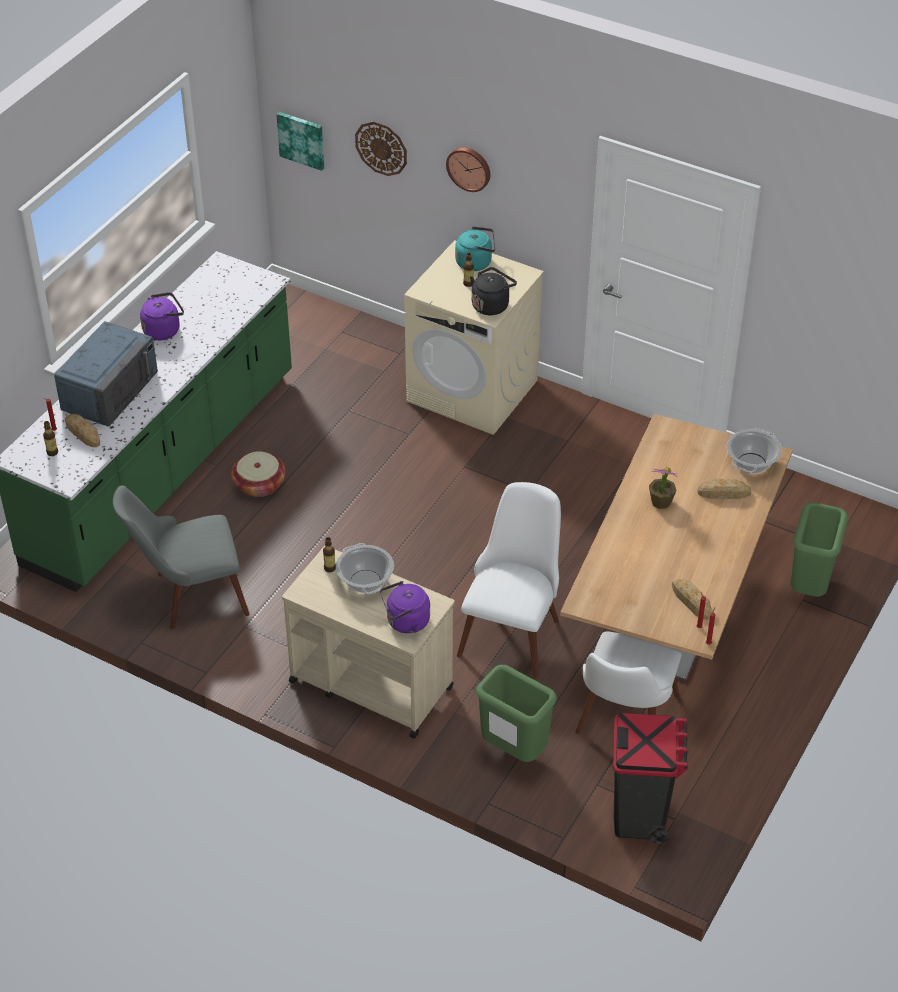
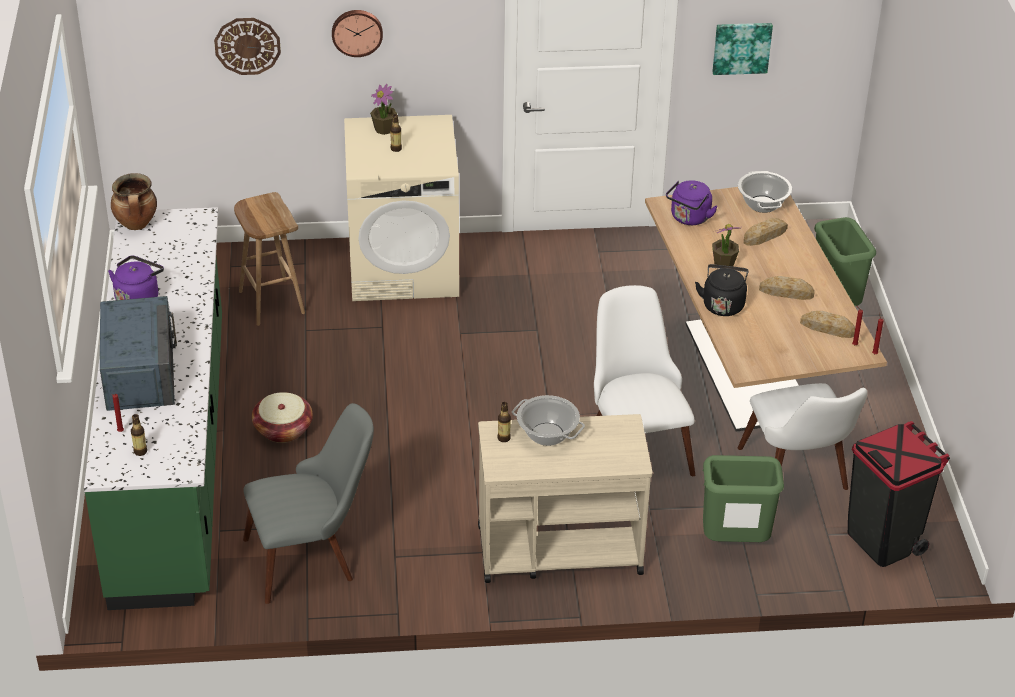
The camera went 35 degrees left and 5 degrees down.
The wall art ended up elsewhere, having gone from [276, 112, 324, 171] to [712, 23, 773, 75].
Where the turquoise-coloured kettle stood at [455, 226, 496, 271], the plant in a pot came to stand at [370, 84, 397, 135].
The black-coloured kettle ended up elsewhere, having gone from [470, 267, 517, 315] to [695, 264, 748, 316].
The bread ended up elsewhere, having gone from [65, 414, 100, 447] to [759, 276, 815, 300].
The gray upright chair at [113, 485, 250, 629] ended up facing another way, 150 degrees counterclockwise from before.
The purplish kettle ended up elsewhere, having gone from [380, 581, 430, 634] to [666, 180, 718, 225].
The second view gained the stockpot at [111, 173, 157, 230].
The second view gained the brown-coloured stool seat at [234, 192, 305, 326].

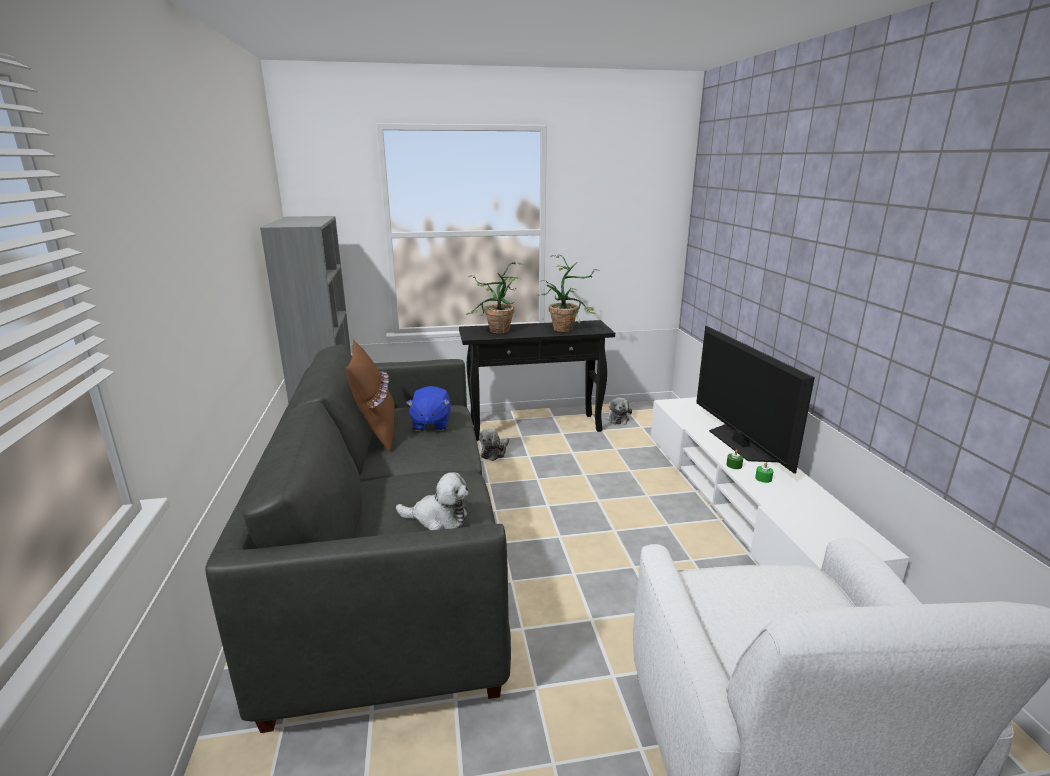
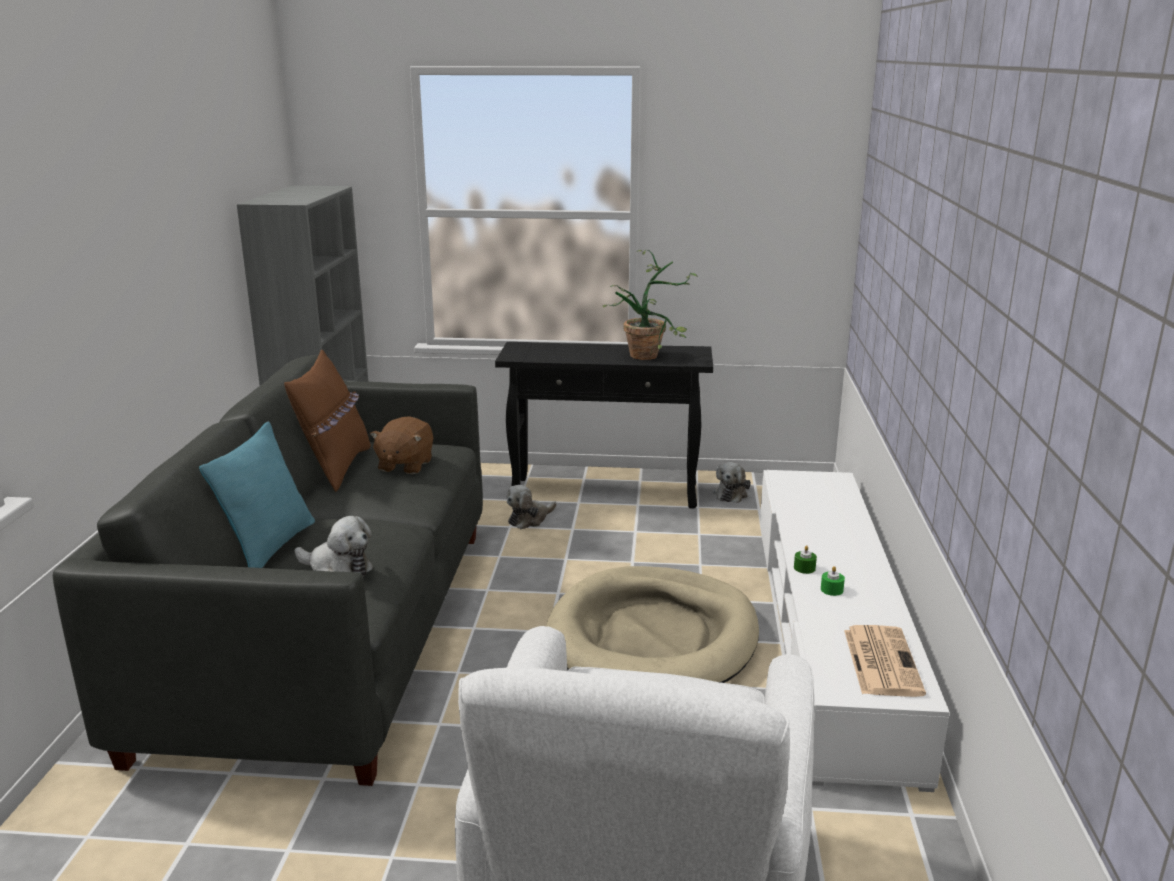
The camera went 15 degrees right and 0 degrees up.
The second view lost the plant in a pot at [466, 262, 522, 333].
The second view lost the TV at [696, 326, 815, 474].
What was the bluish plush toy at [406, 386, 451, 431] turned into the brown-coloured plush toy at [370, 416, 433, 474].
The second view gained the turquoise-coloured pillow at [199, 421, 315, 568].
The second view gained the beige-coloured dog bed at [546, 566, 759, 683].
The second view gained the newspaper at [844, 625, 926, 697].

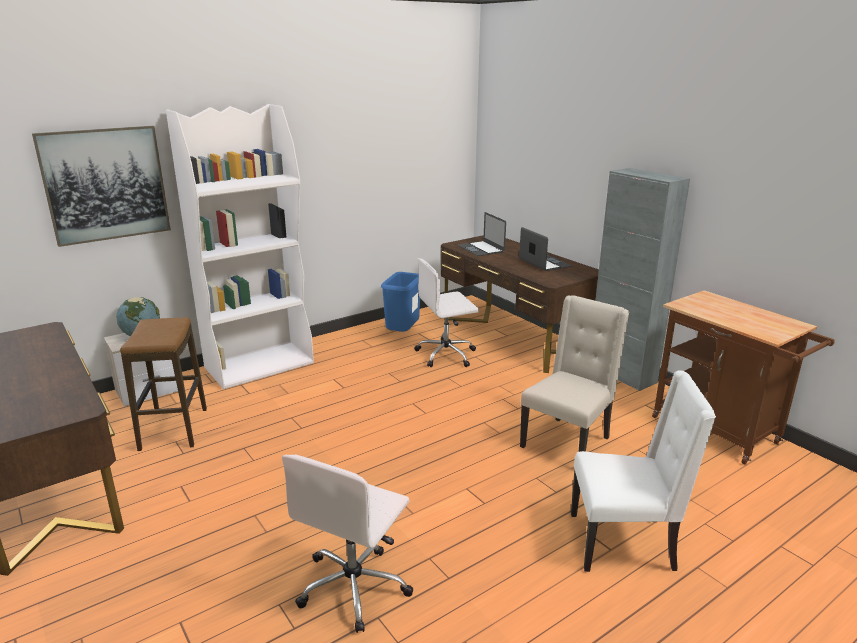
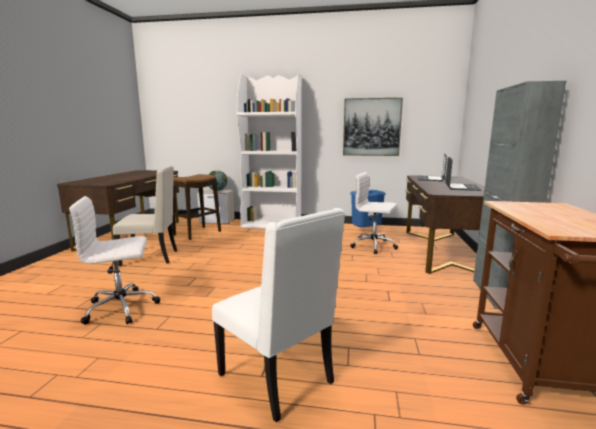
The camera went 45 degrees right and 10 degrees down.
The wall art ended up elsewhere, having gone from [32, 126, 171, 247] to [343, 98, 403, 156].
The beige-coloured upright chair ended up elsewhere, having gone from [520, 295, 629, 452] to [113, 166, 177, 266].

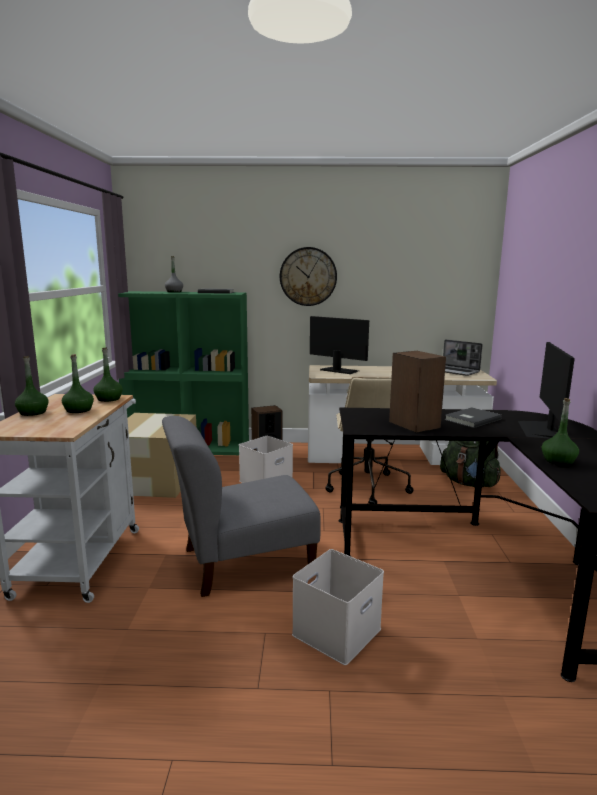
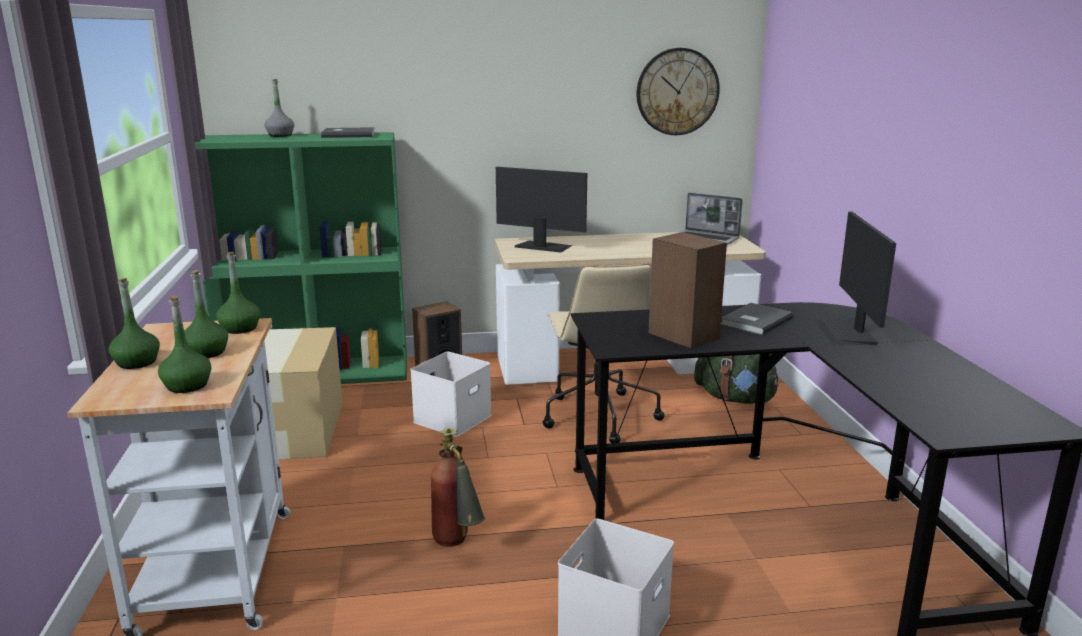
The camera went 10 degrees left and 5 degrees up.
The hanging clock ended up elsewhere, having gone from [280, 247, 337, 306] to [636, 48, 720, 135].
The green beverage bottle ended up elsewhere, having gone from [541, 398, 579, 465] to [158, 295, 211, 393].
Where the gray upright chair stood at [162, 416, 321, 597], the fire-fighting cylinder came to stand at [431, 428, 485, 547].

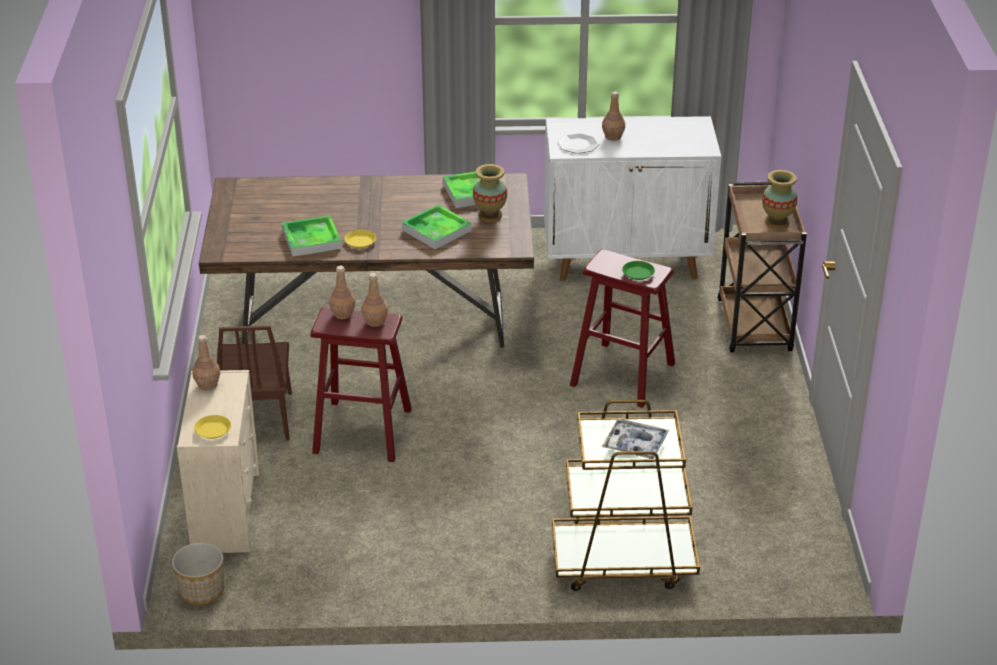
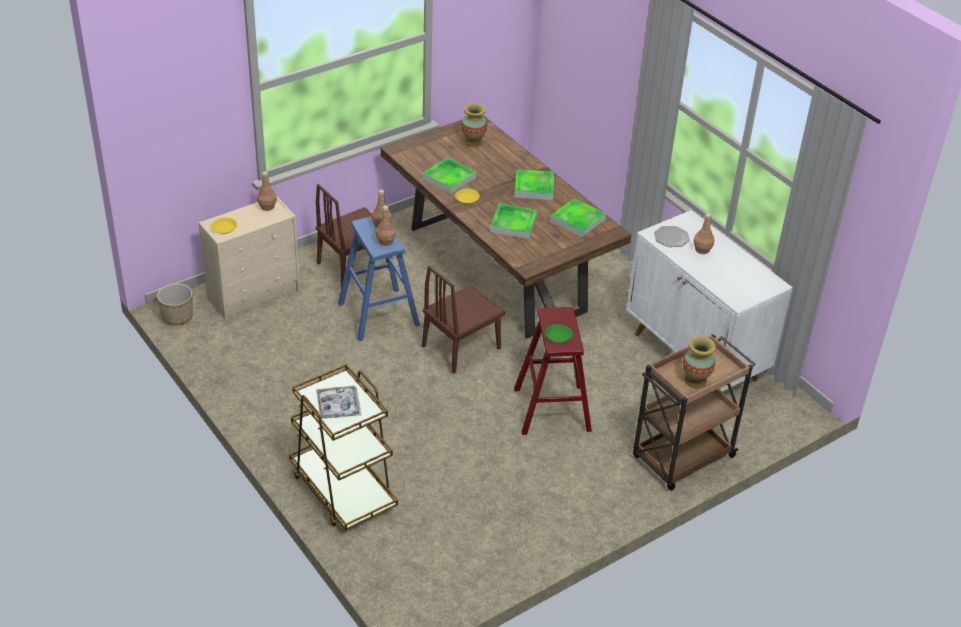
The camera went 55 degrees right and 5 degrees up.
The flower vase ended up elsewhere, having gone from [473, 164, 507, 222] to [461, 103, 487, 147].
What was the red stool seat at [311, 307, 412, 462] turned into the bluish stool seat at [338, 216, 420, 341].
The second view gained the serving tray at [515, 169, 554, 200].
The second view gained the brown-coloured upright chair at [422, 265, 505, 374].

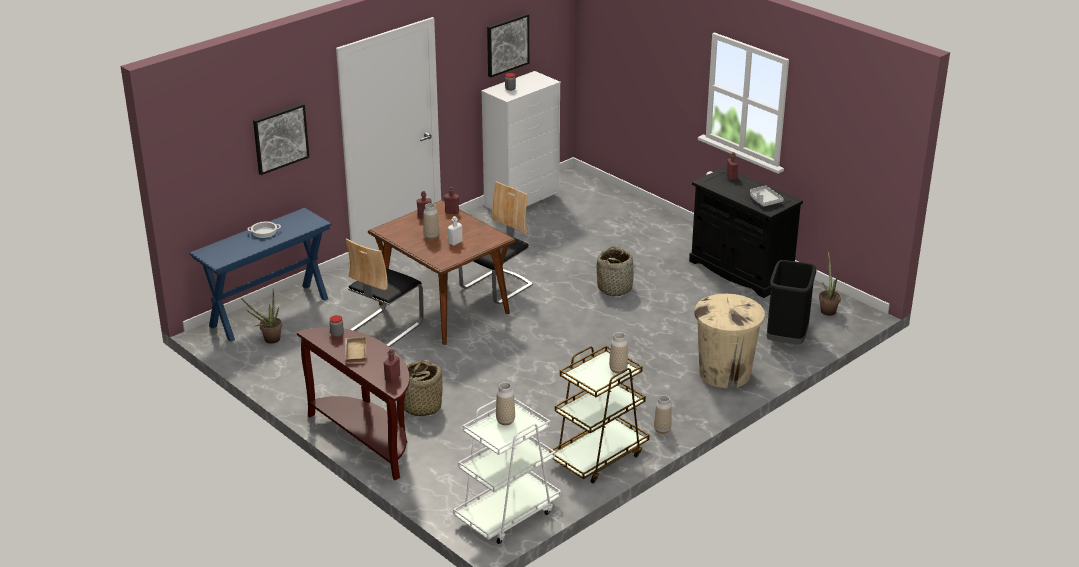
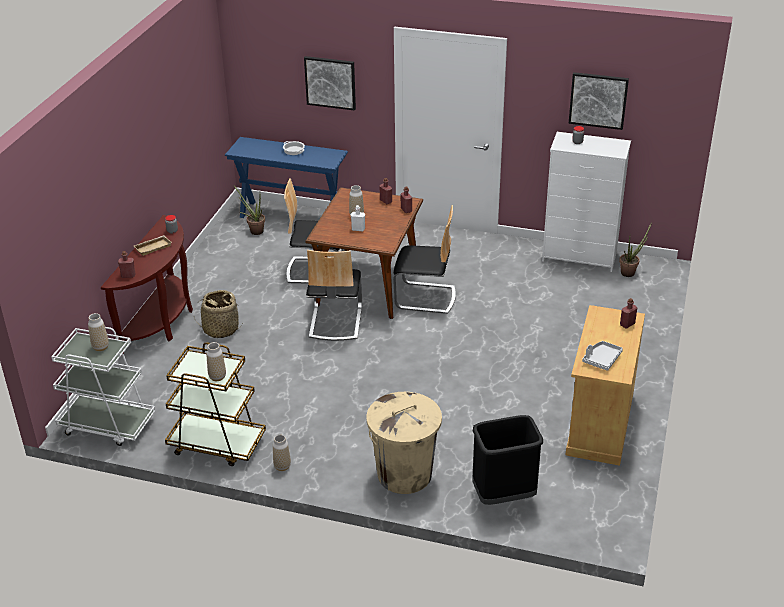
The camera went 60 degrees right and 5 degrees up.
What was the black-coloured storage cabinet at [689, 167, 803, 298] turned into the beige-coloured storage cabinet at [566, 305, 645, 466].
The second view lost the storage basket at [597, 247, 634, 296].
The plant in a pot ended up elsewhere, having gone from [819, 251, 841, 316] to [619, 224, 651, 277].
The second view gained the upright chair at [306, 250, 362, 341].

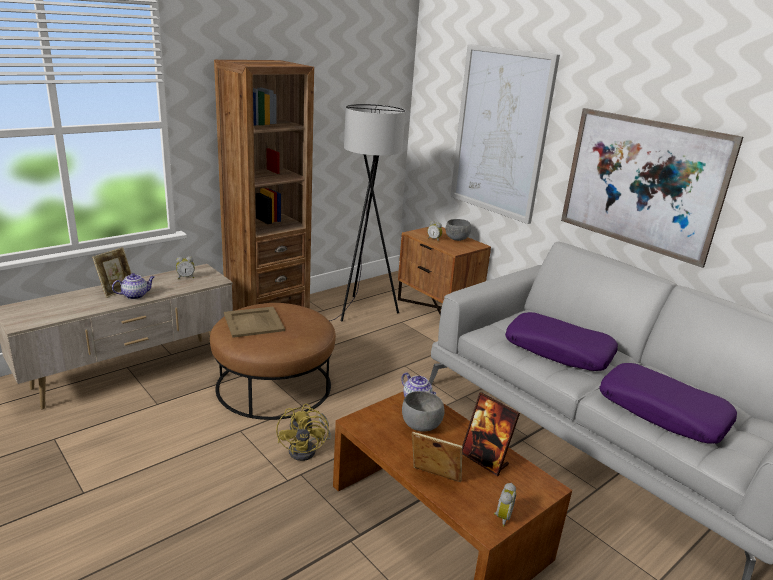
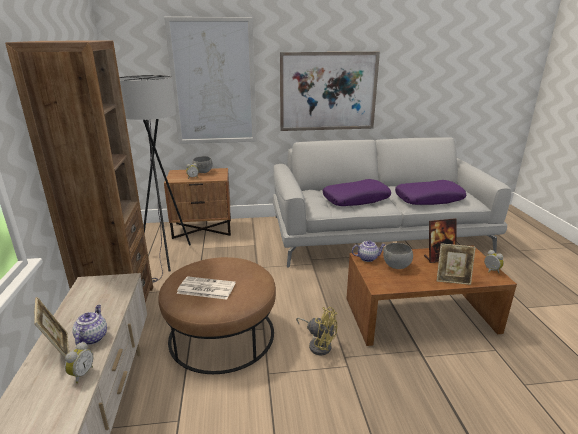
The camera went 55 degrees left and 0 degrees up.
The alarm clock ended up elsewhere, having gone from [176, 256, 195, 279] to [65, 342, 93, 383].
Where the beige-coloured serving tray stood at [224, 307, 285, 338], the newspaper came to stand at [176, 276, 236, 300].
The photo frame at [412, 432, 462, 482] ended up facing another way, 135 degrees counterclockwise from before.

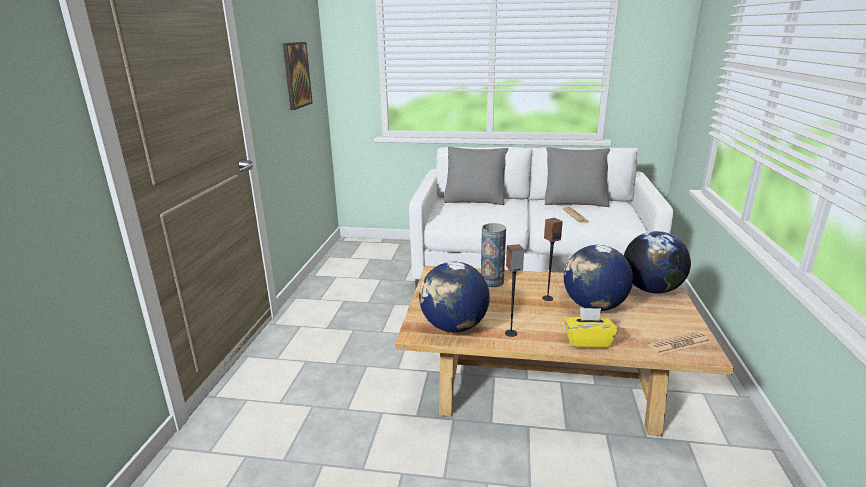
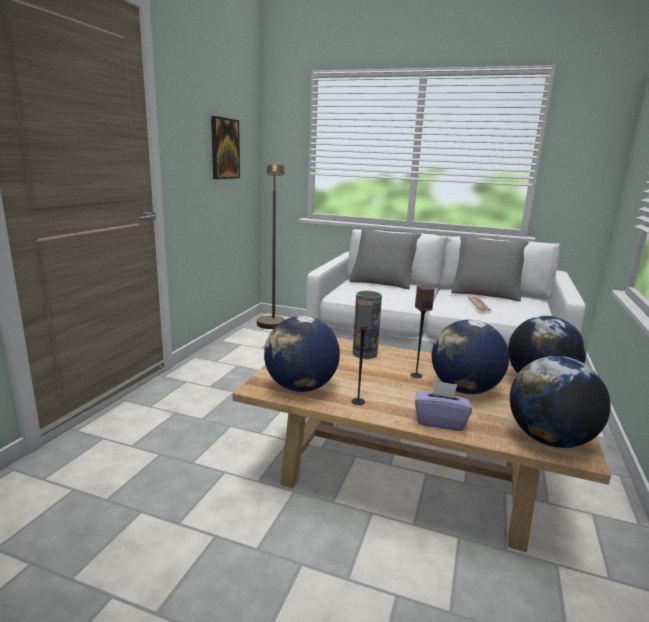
The camera went 10 degrees right and 5 degrees down.
What was the yellow-coloured box of tissues at [564, 308, 618, 348] turned into the purplish box of tissues at [415, 380, 472, 431].
Where the newspaper stood at [648, 332, 710, 355], the globe came to stand at [510, 356, 611, 448].
The second view gained the brown-coloured floor lamp at [257, 164, 284, 329].

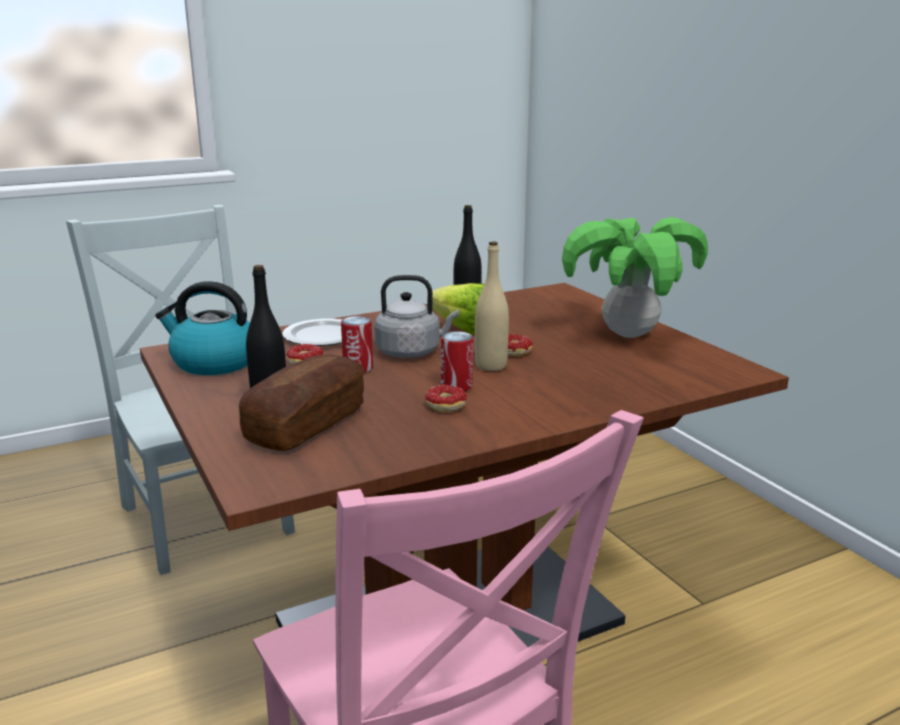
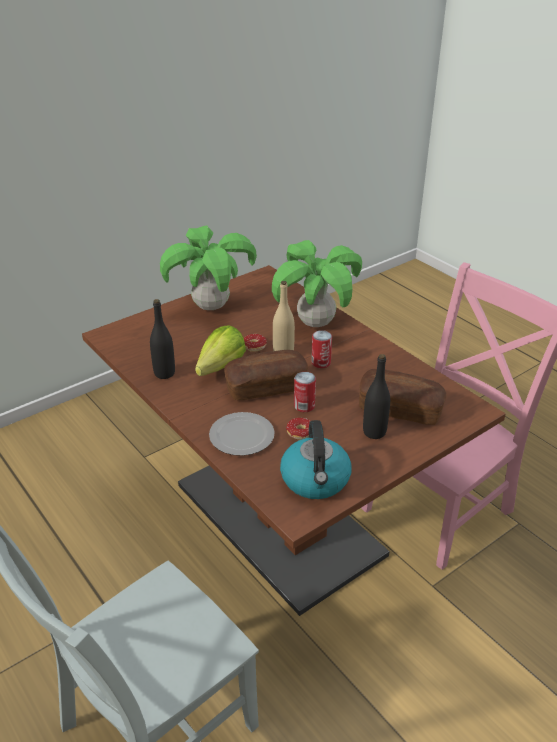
The camera went 100 degrees left and 15 degrees up.
Where the gray kettle stood at [374, 275, 459, 358], the bread came to stand at [224, 350, 308, 400].
The second view lost the donut at [408, 385, 467, 412].
The second view gained the plant in a pot at [272, 240, 362, 327].

